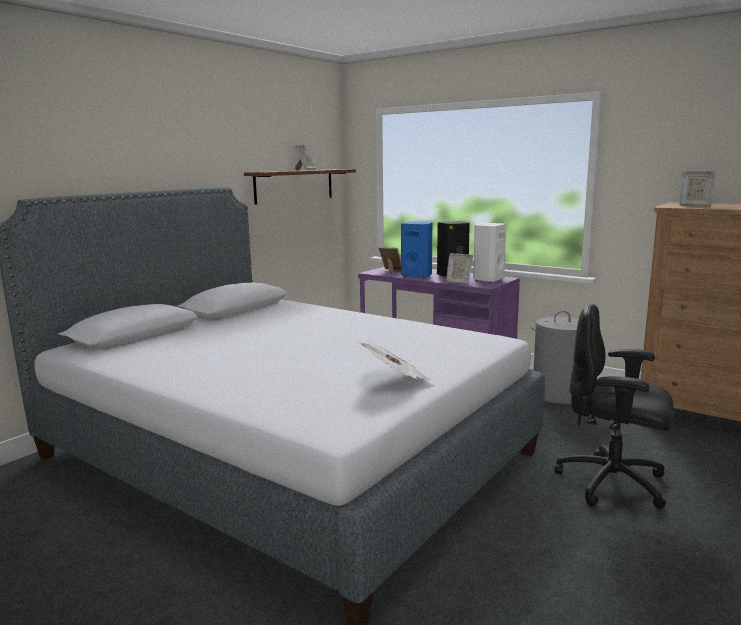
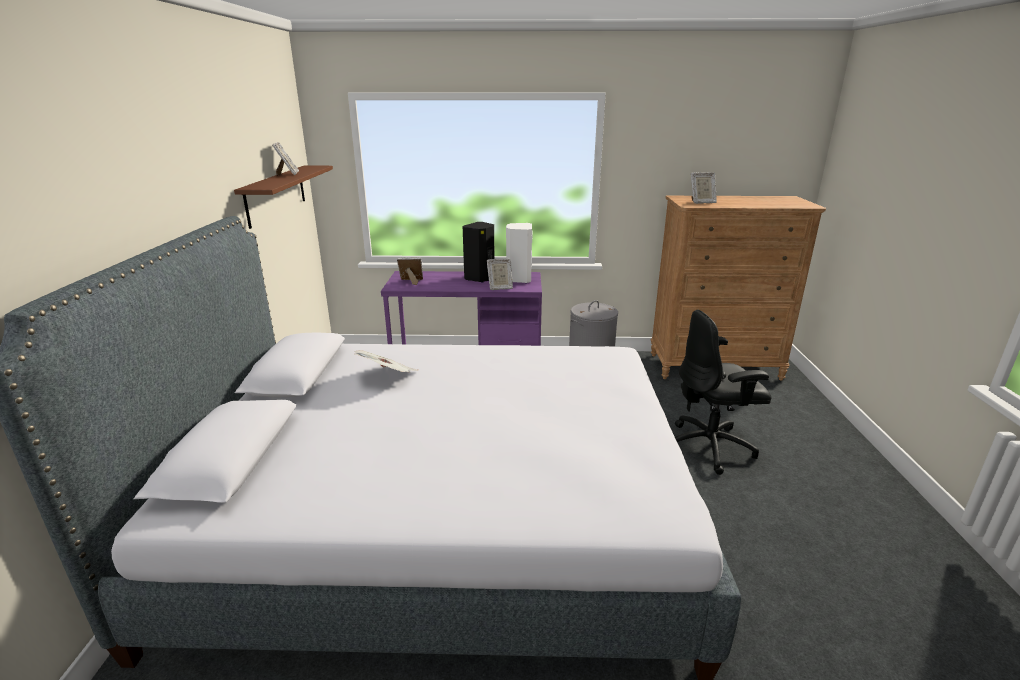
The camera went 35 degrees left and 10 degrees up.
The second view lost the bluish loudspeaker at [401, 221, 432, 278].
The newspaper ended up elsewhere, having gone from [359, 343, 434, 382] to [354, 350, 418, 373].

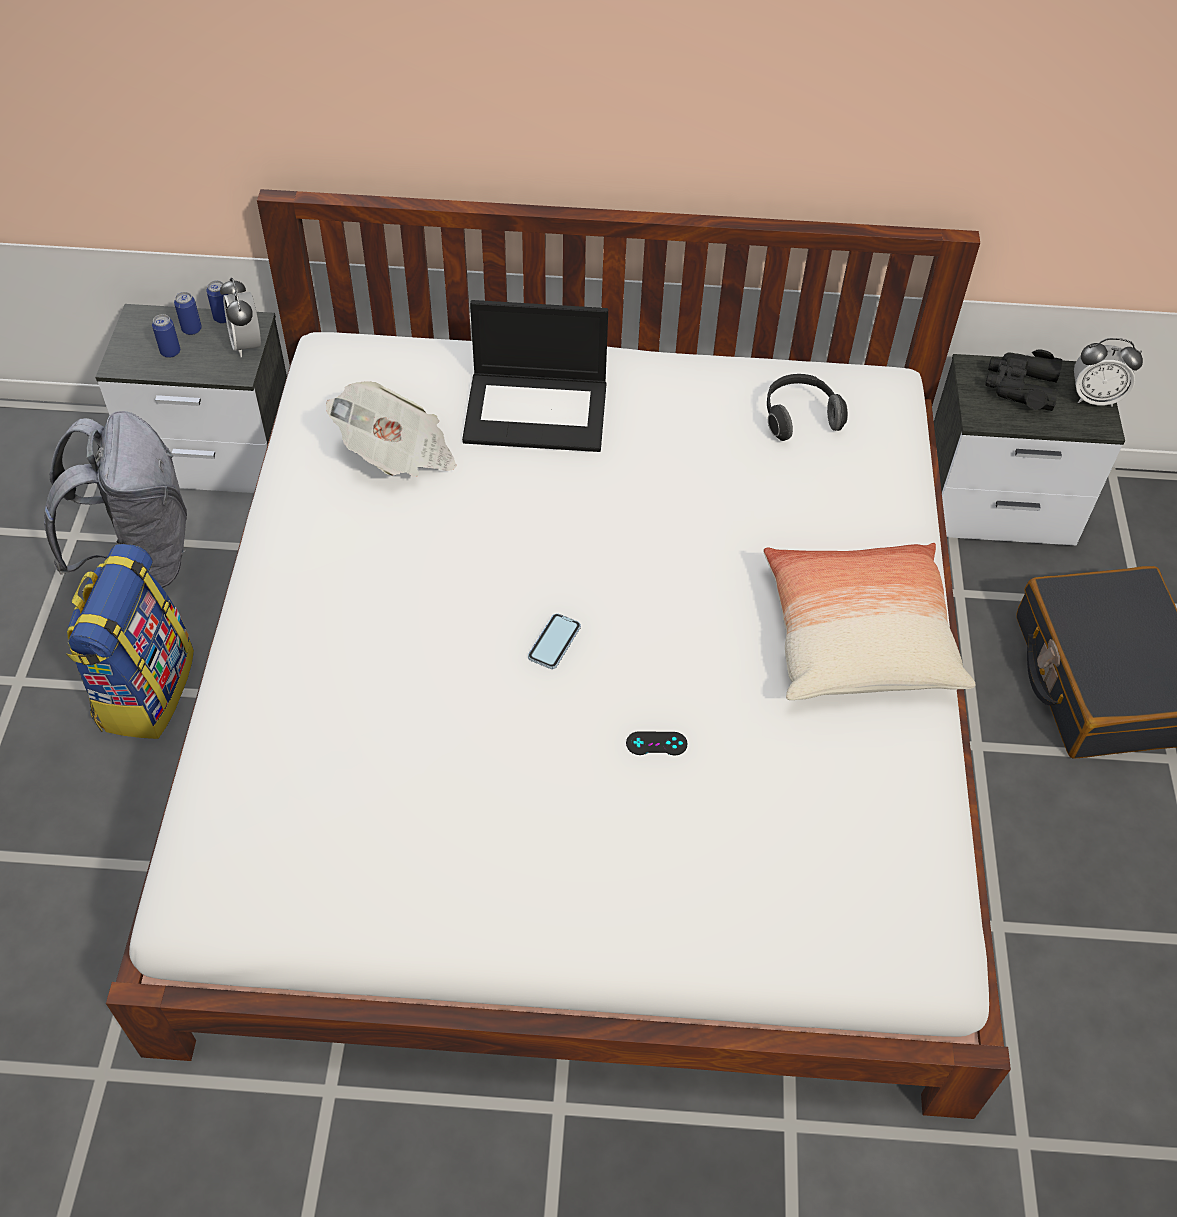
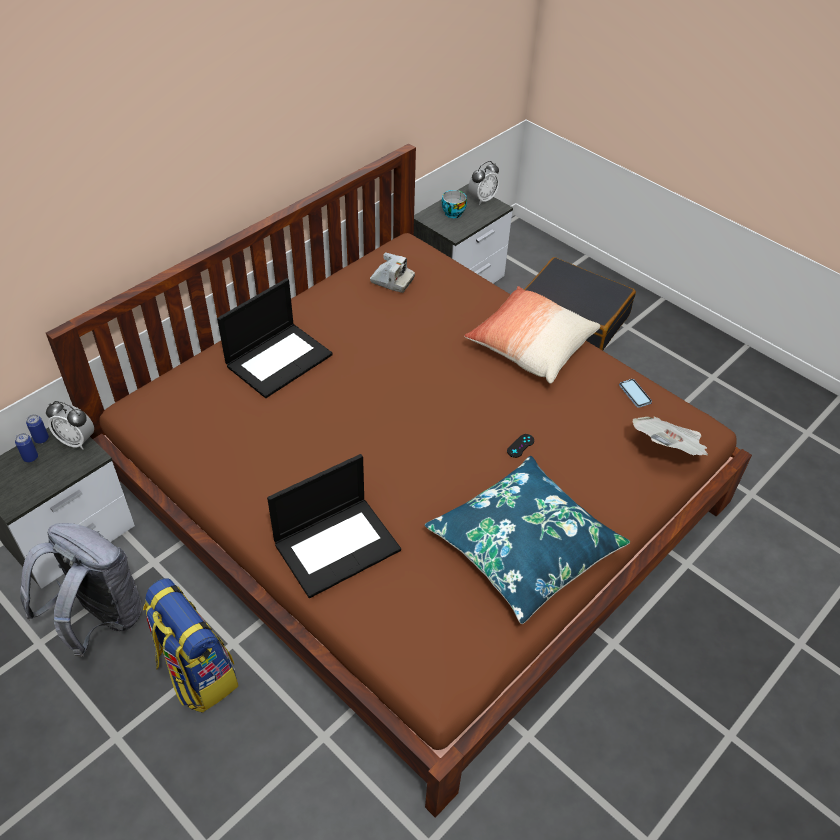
The camera went 50 degrees left and 5 degrees down.
What was the white bedroom bed at [106, 189, 1011, 1119] turned into the brown-coloured bedroom bed at [46, 143, 752, 818].
The second view lost the metal can at [152, 314, 180, 358].
Where the black-coloured pair of binoculars stood at [985, 350, 1063, 411], the cup came to stand at [442, 190, 467, 218].
Where the headphones stood at [767, 374, 848, 441], the still camera came to stand at [370, 252, 415, 293].
The newspaper ended up elsewhere, having gone from [326, 381, 457, 477] to [633, 416, 708, 455].
The telephone ended up elsewhere, having gone from [528, 613, 581, 669] to [619, 379, 652, 408].
The second view gained the notebook computer at [267, 454, 401, 598].
The second view gained the bluish pillow at [425, 456, 630, 624].

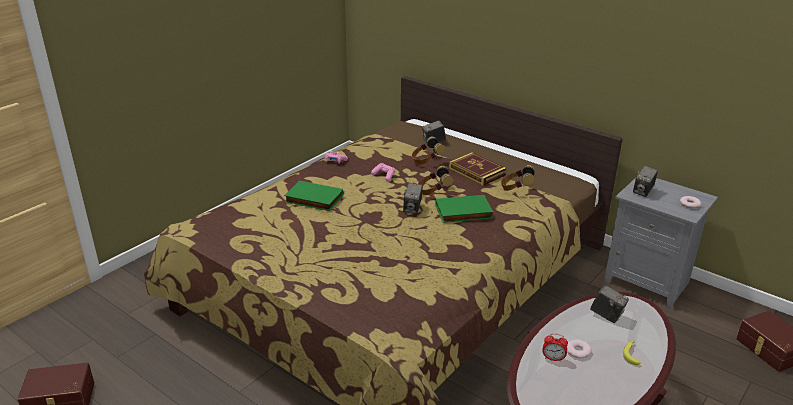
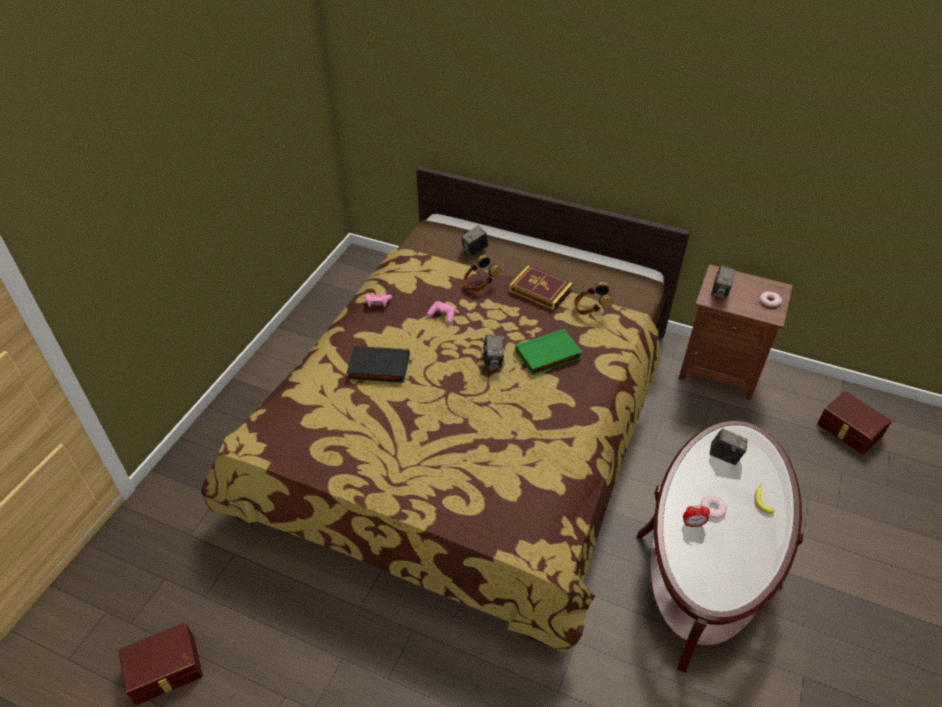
The camera went 15 degrees left and 15 degrees up.
The second view lost the headphones at [418, 166, 453, 195].
What was the gray bedside table at [604, 178, 718, 309] turned into the brown-coloured bedside table at [679, 264, 793, 400].
What was the green volume at [284, 181, 343, 211] turned into the black-coloured volume at [347, 346, 410, 383].

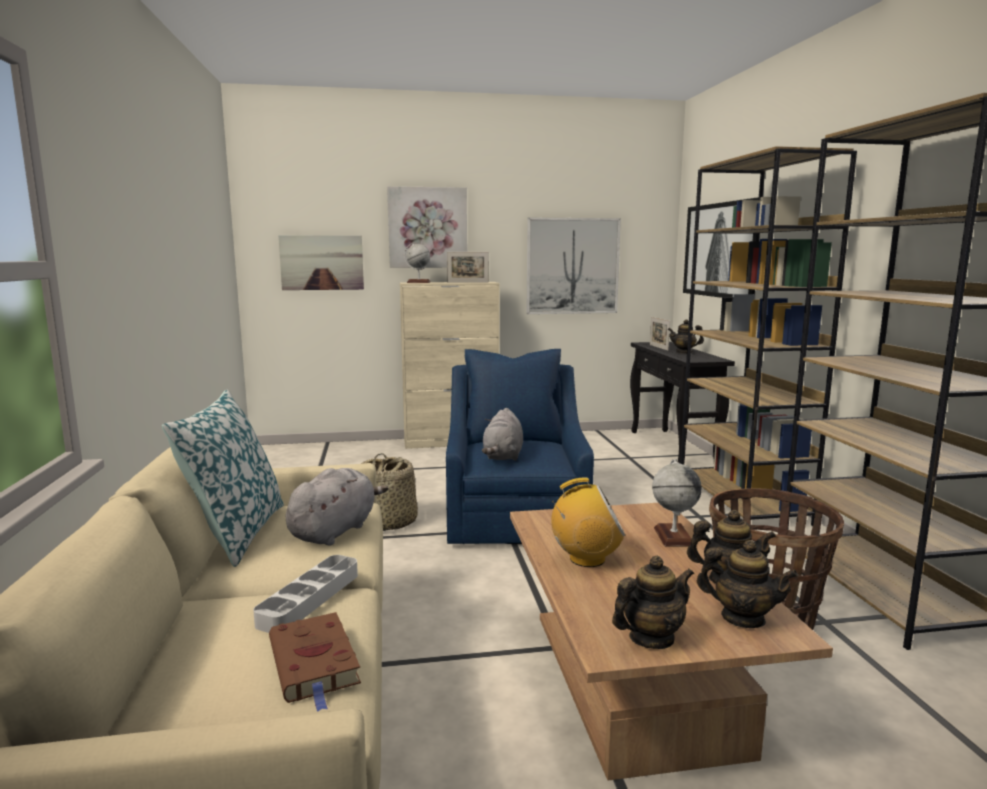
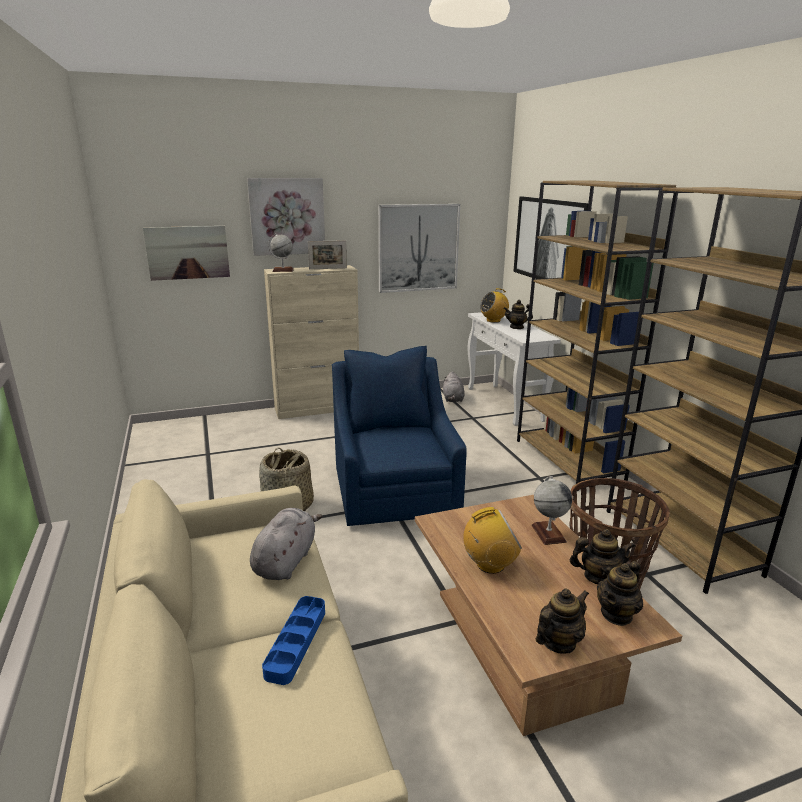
The camera went 10 degrees left and 10 degrees up.
Where the photo frame stood at [650, 317, 670, 351], the radio came to stand at [480, 288, 509, 323].
What was the black-coloured console table at [630, 342, 735, 463] turned into the white console table at [468, 312, 561, 426].
The second view lost the pillow at [162, 390, 284, 567].
The gray plush toy ended up elsewhere, having gone from [482, 408, 523, 461] to [443, 371, 465, 402].
The teapot at [697, 540, 798, 628] ended up facing another way, 120 degrees clockwise from before.
What was the gray serving tray at [253, 555, 358, 633] turned into the bluish serving tray at [262, 596, 325, 685].
The second view lost the brown-coloured volume at [269, 612, 361, 712].

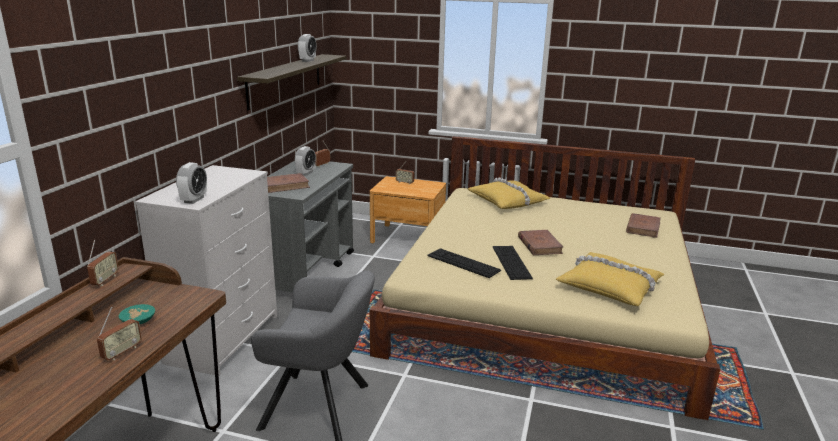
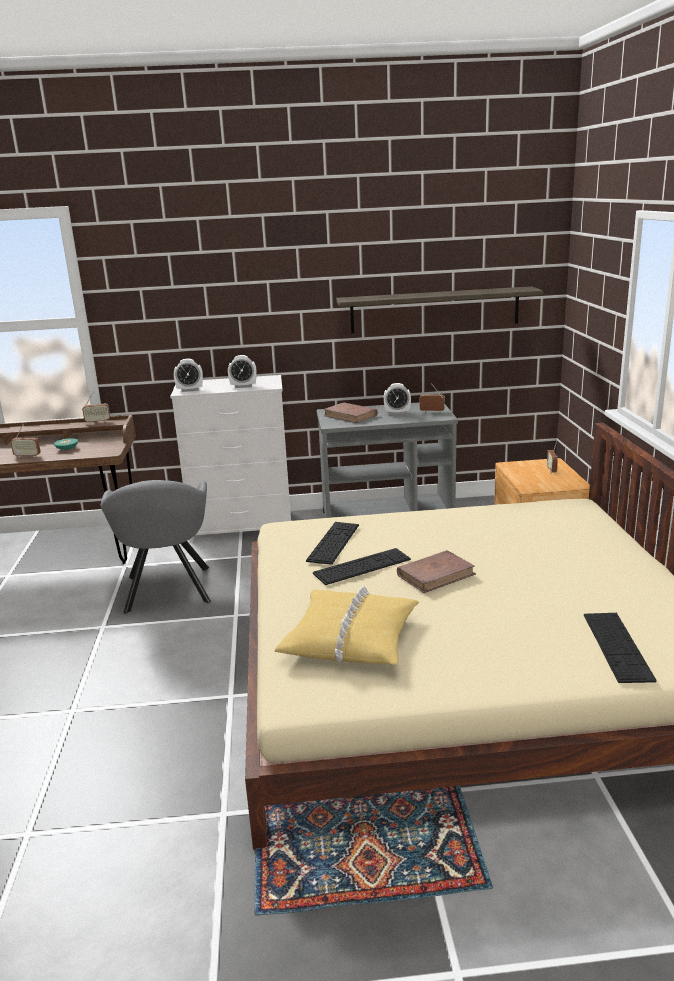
The camera went 70 degrees right and 0 degrees up.
The alarm clock ended up elsewhere, having gone from [298, 34, 317, 62] to [228, 355, 257, 388].
The second view lost the yellow-coloured pillow at [468, 177, 550, 209].
Where the brown-coloured volume stood at [626, 213, 661, 238], the computer keyboard came to stand at [584, 613, 657, 683].

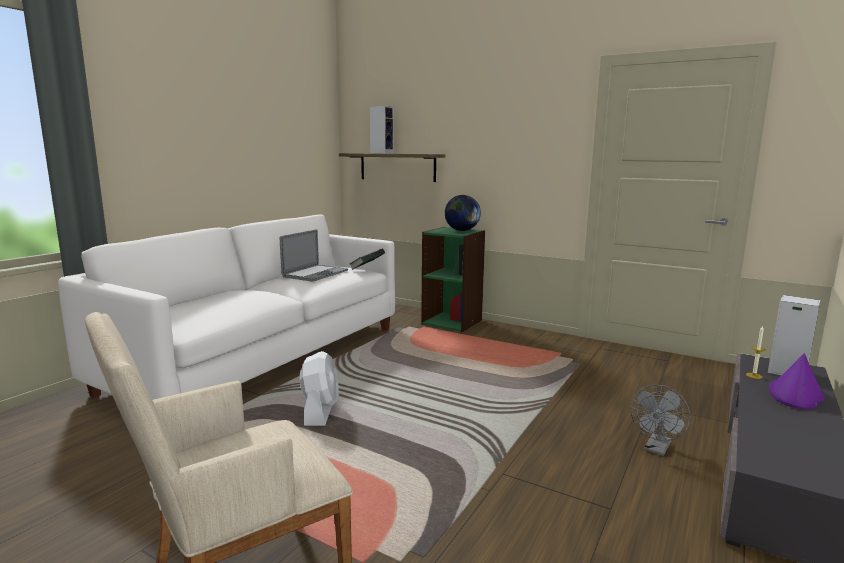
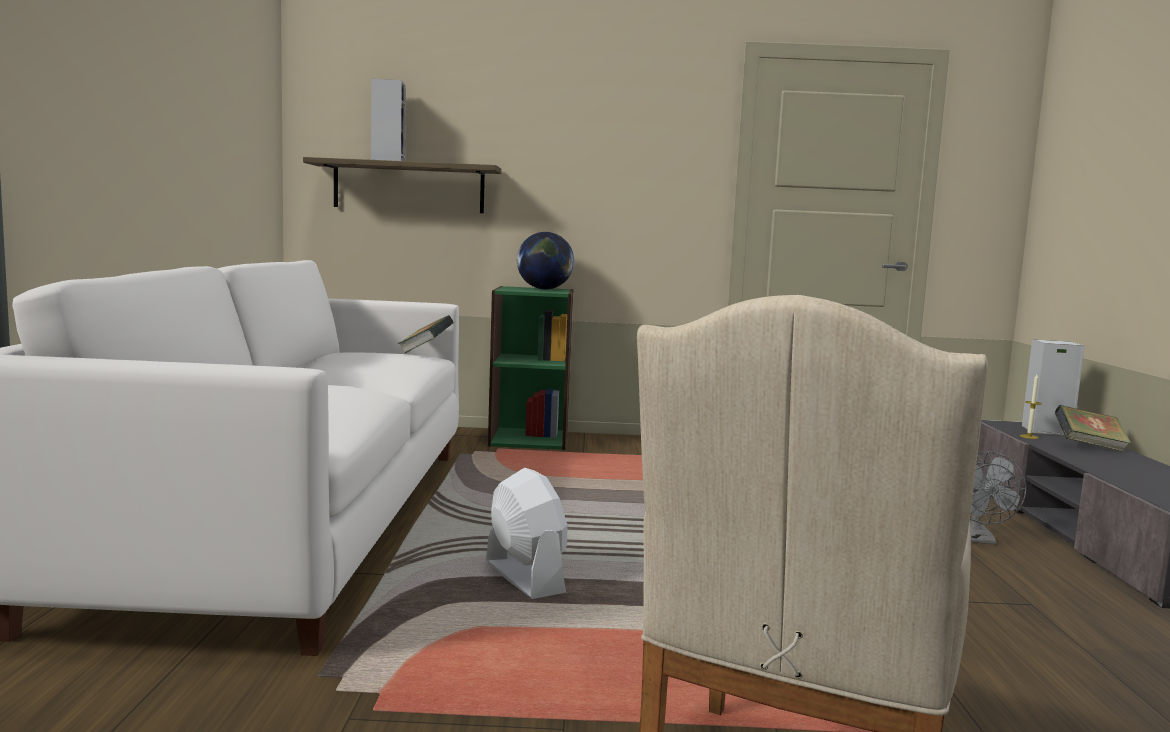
The camera went 30 degrees left and 5 degrees down.
The second view lost the notebook computer at [280, 229, 348, 282].
Where the purplish clothing hat stood at [769, 353, 825, 409], the volume came to stand at [1055, 405, 1131, 452].

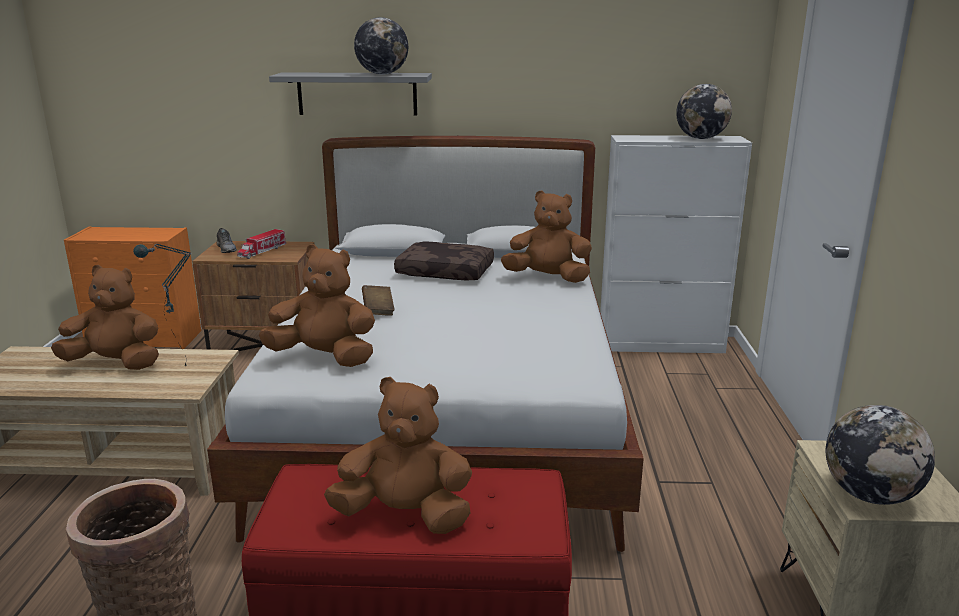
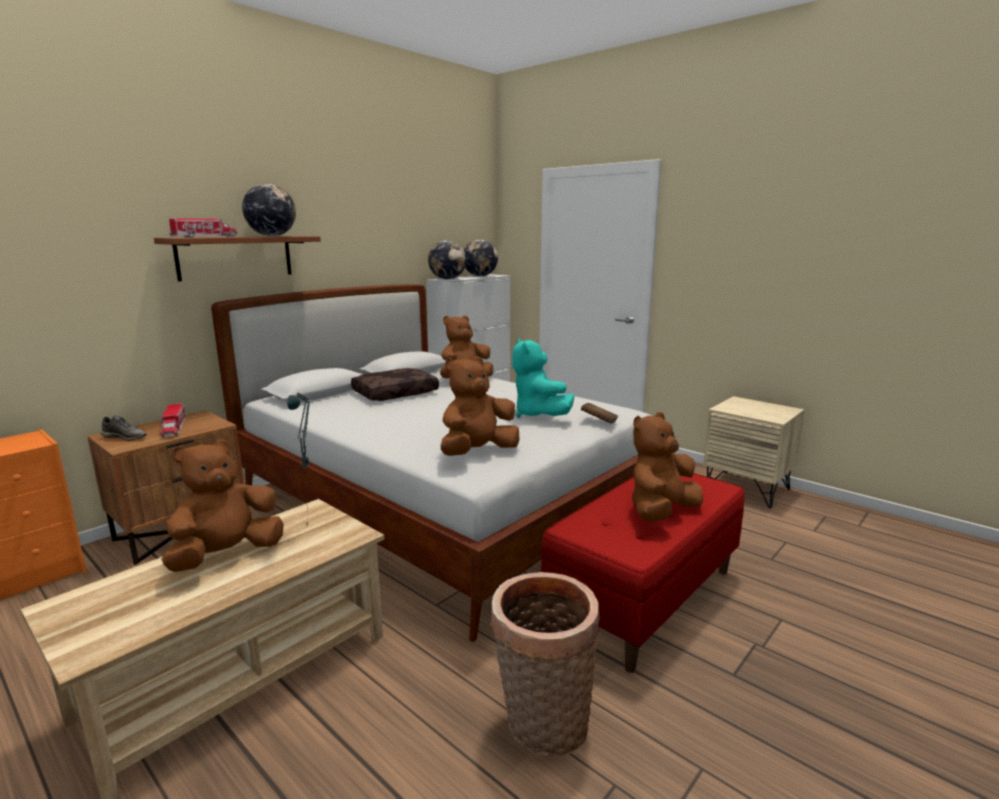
The camera went 50 degrees left and 5 degrees down.
What was the gray wall shelf at [269, 73, 432, 116] turned into the brown-coloured wall shelf at [154, 236, 321, 281].
The brown-coloured volume ended up elsewhere, having gone from [362, 285, 395, 316] to [581, 403, 618, 424].
The globe ended up elsewhere, having gone from [826, 405, 935, 505] to [428, 240, 466, 279].
The second view gained the toy truck at [169, 218, 237, 237].
The second view gained the turquoise-coloured plush toy at [512, 338, 575, 418].

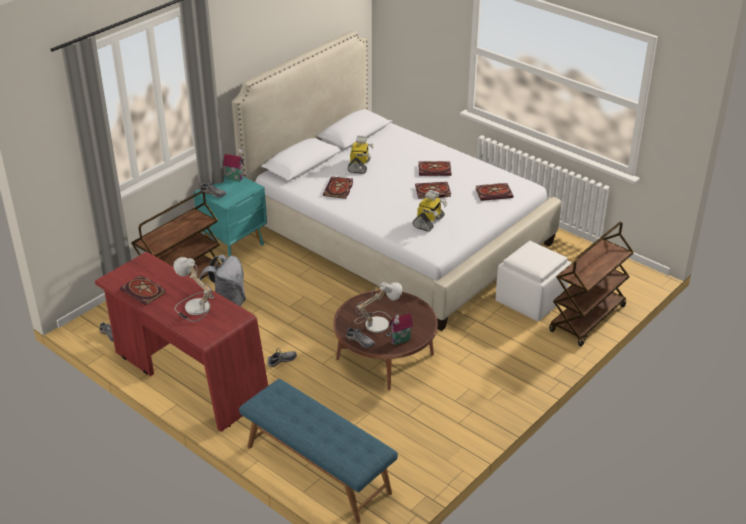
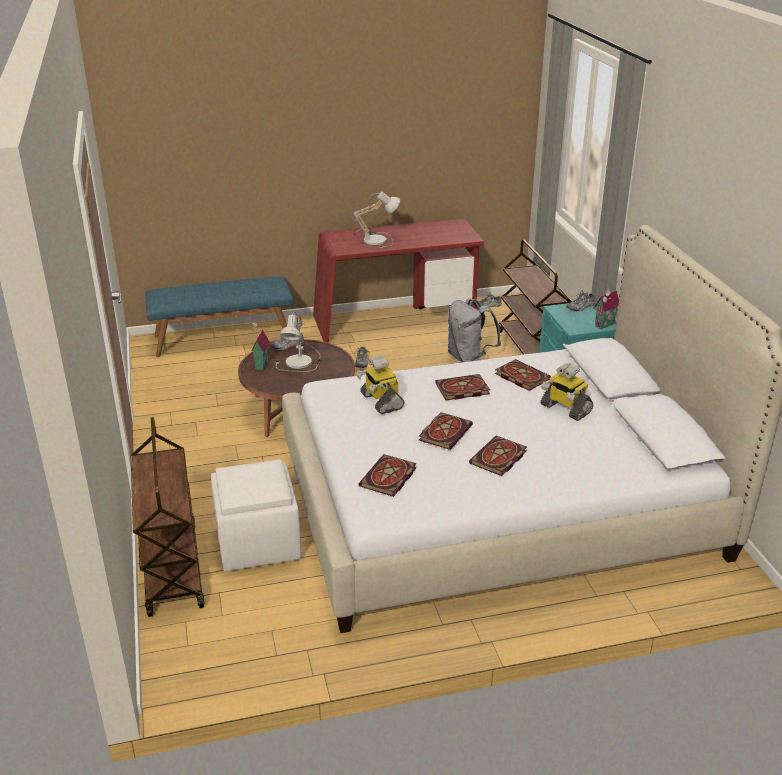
The camera went 125 degrees right and 5 degrees down.
The volume ended up elsewhere, having gone from [120, 275, 166, 305] to [435, 374, 490, 400].

